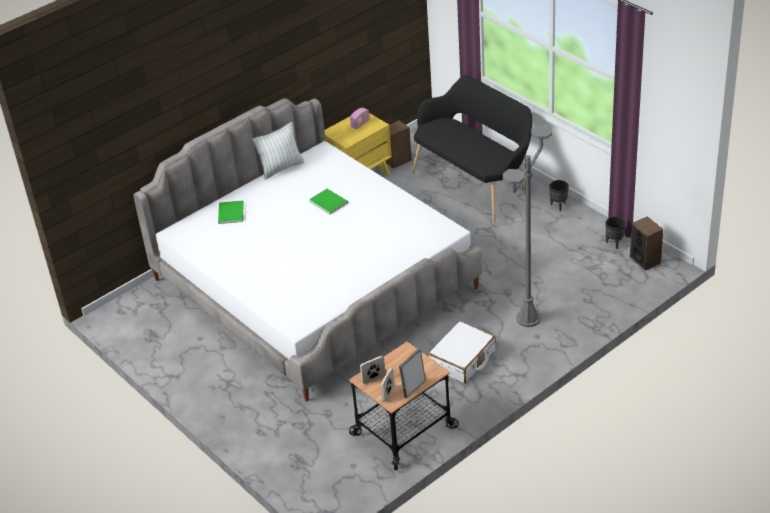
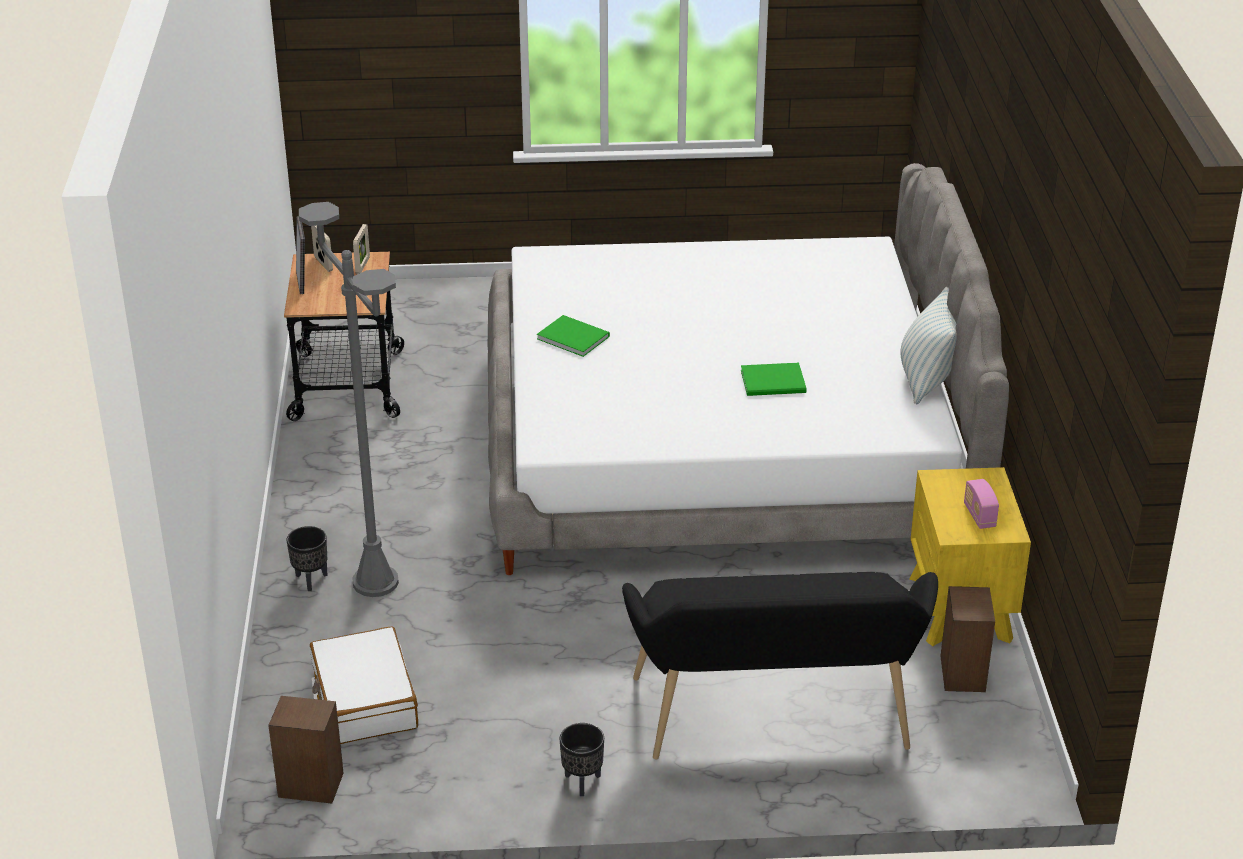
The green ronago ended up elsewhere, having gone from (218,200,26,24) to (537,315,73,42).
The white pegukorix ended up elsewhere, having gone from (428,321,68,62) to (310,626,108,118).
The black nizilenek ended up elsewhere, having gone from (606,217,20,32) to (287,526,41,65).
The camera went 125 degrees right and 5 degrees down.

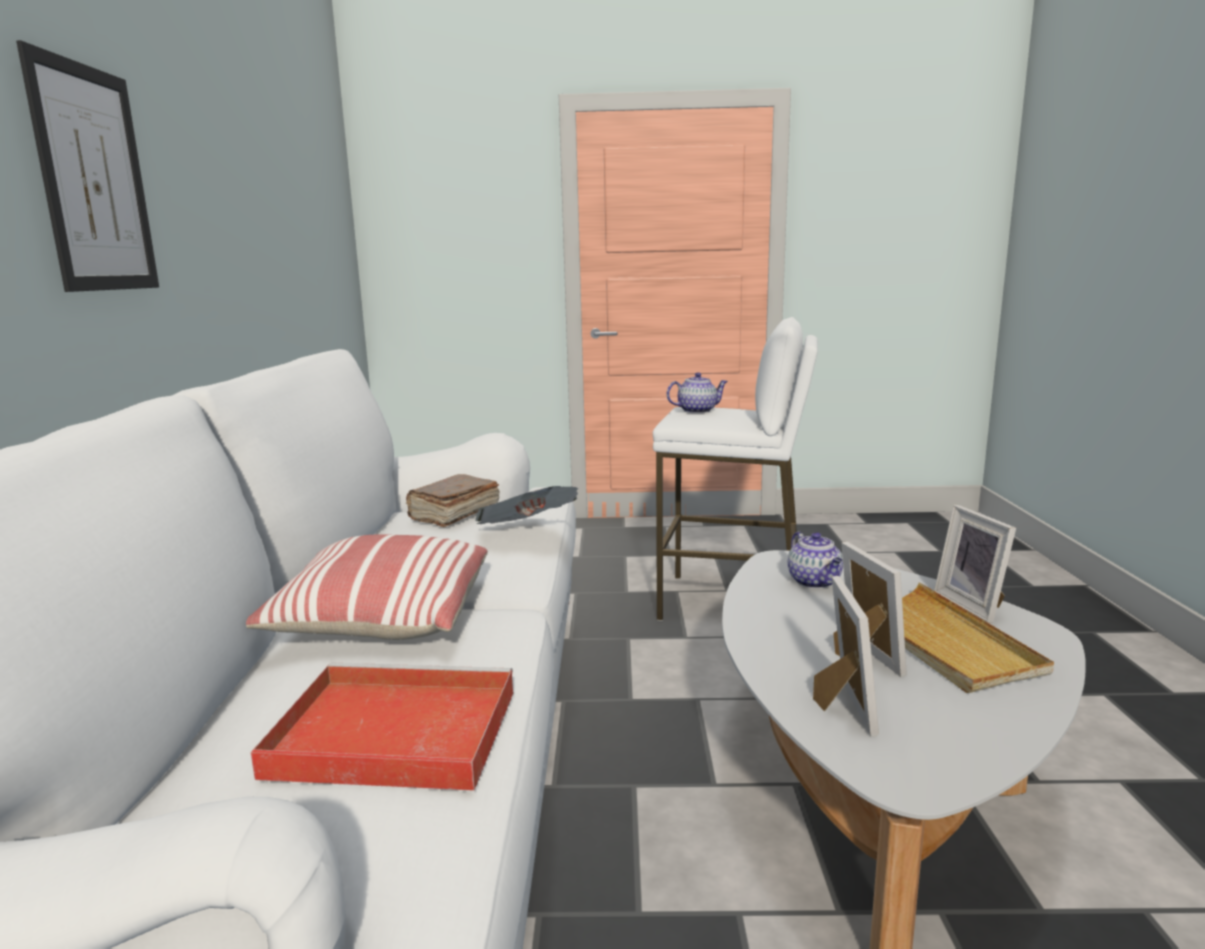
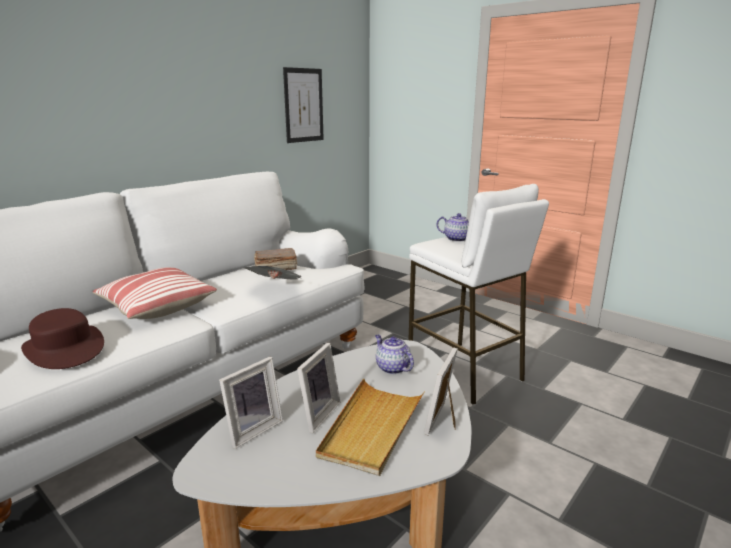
The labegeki ended up elsewhere, having gone from (16,40,143,252) to (283,67,41,76).
Where the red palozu stood at (250,663,264,128), the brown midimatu came to stand at (21,308,83,61).
The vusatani at (788,531,55,58) ended up facing another way, 120 degrees clockwise from before.
The camera went 40 degrees right and 5 degrees up.

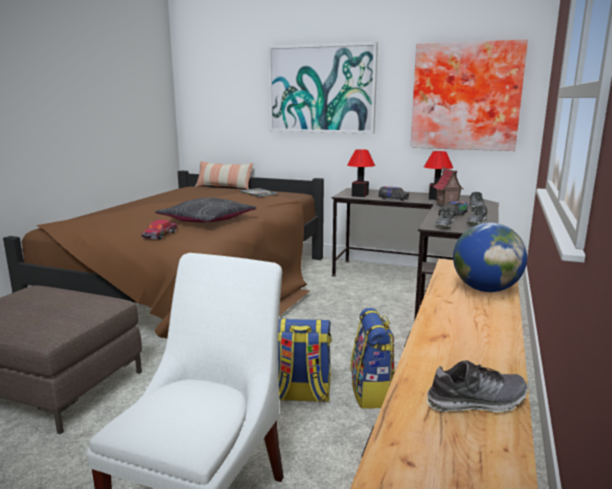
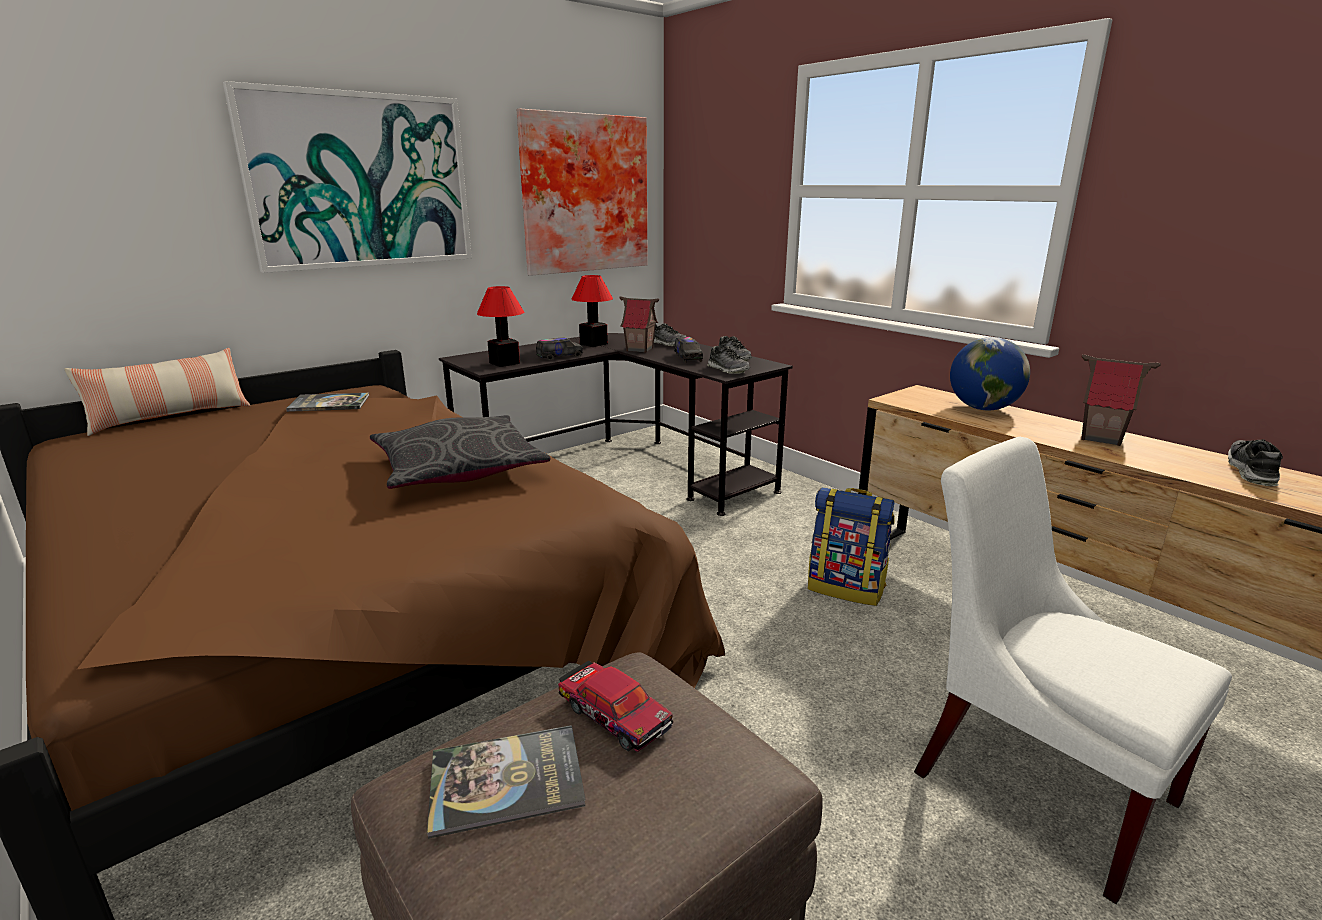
The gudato ended up elsewhere, having gone from (141,220,37,20) to (558,661,115,91).
The second view lost the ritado at (278,319,54,83).
The second view gained the ronago at (427,725,159,114).
The second view gained the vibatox at (1081,355,80,91).
The camera went 60 degrees left and 5 degrees up.

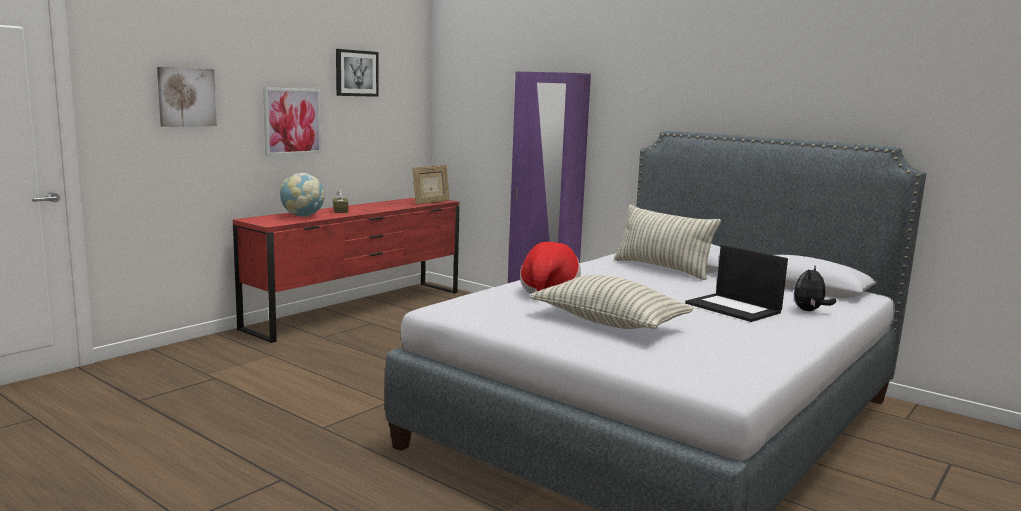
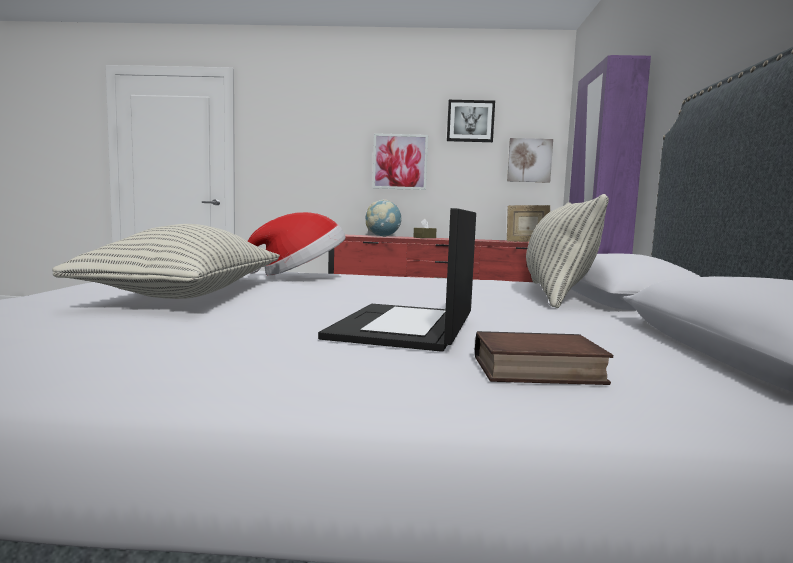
The labegeki ended up elsewhere, having gone from (157,67,60,60) to (507,138,46,45).
Where the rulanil stood at (794,266,42,45), the ronago came to stand at (475,331,138,54).
The camera went 55 degrees right and 5 degrees down.

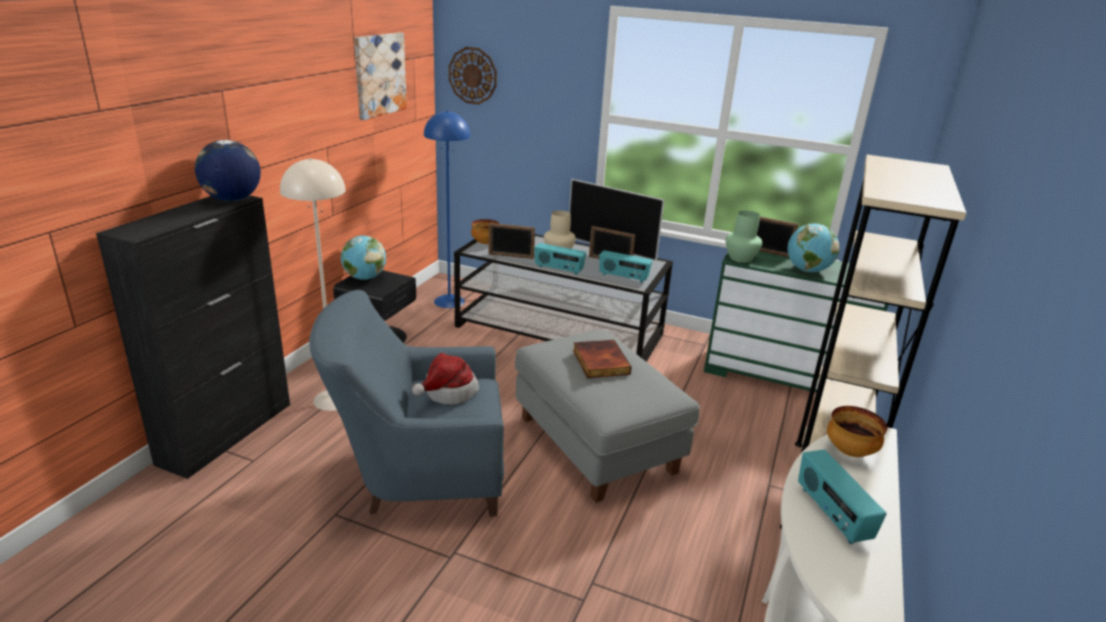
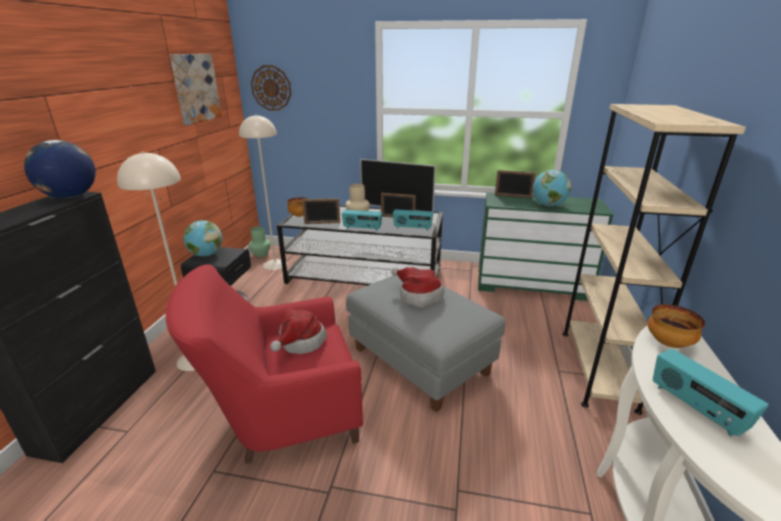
What was the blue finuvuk at (309,290,195,227) turned into the red finuvuk at (165,264,198,200).
What was the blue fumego at (424,111,46,197) turned into the beige fumego at (239,115,48,155).
Where the ronago stood at (573,340,59,38), the midimatu came to stand at (391,267,53,41).
The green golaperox ended up elsewhere, having gone from (726,211,36,52) to (249,226,21,31).
The camera went 10 degrees left and 0 degrees up.

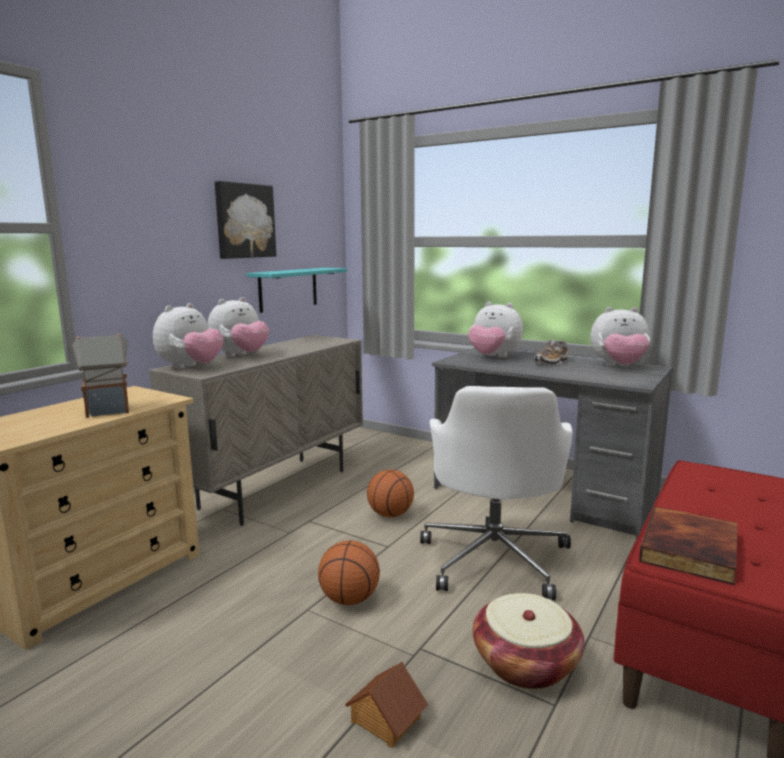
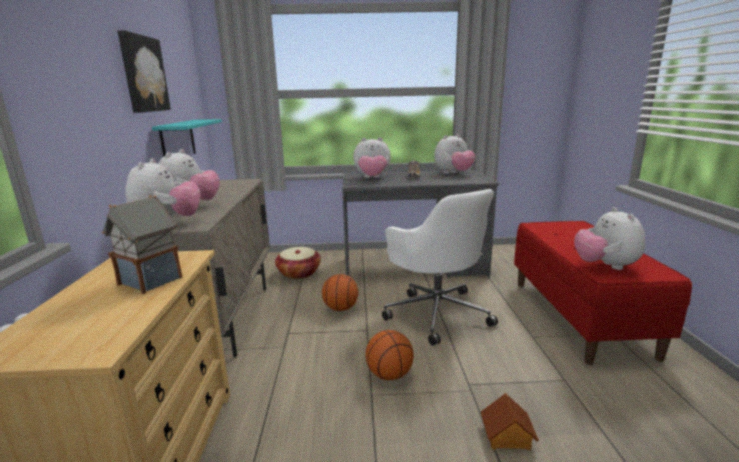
The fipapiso ended up elsewhere, having gone from (473,593,112,96) to (275,247,46,32).
Where the ronago stood at (639,506,98,79), the rulanil came to stand at (574,207,71,63).
The camera went 35 degrees left and 5 degrees up.

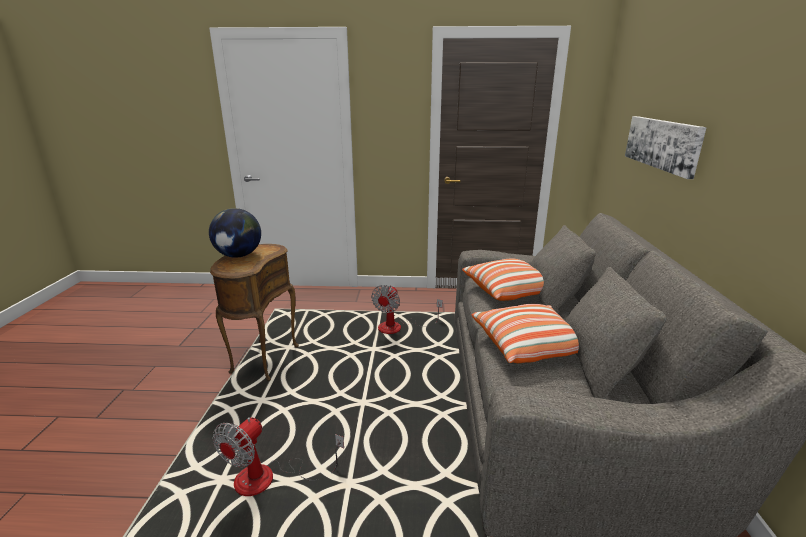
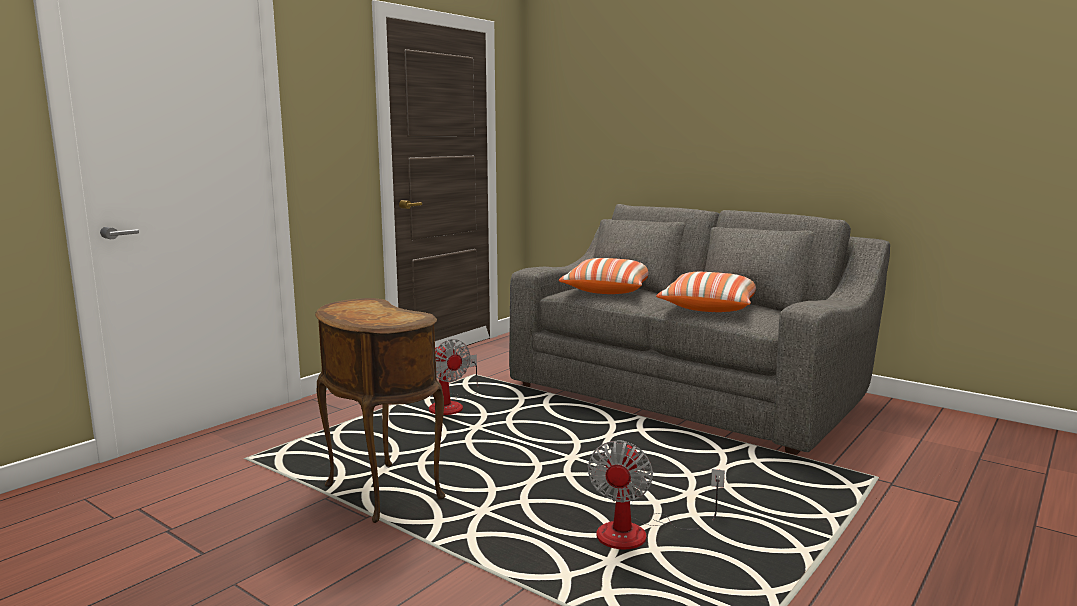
The second view lost the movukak at (209,208,52,50).
The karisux at (213,417,131,79) ended up facing another way, 45 degrees clockwise from before.
The second view lost the labegeki at (625,116,82,63).
The camera went 55 degrees left and 10 degrees down.

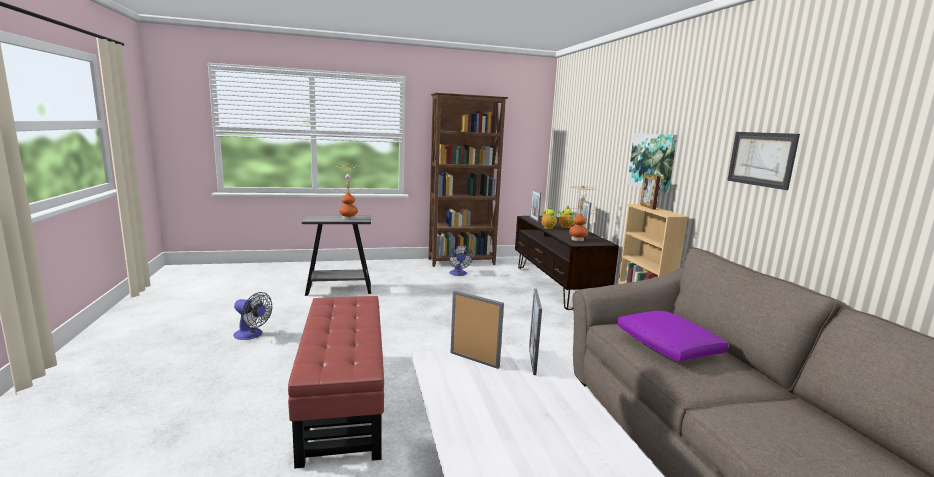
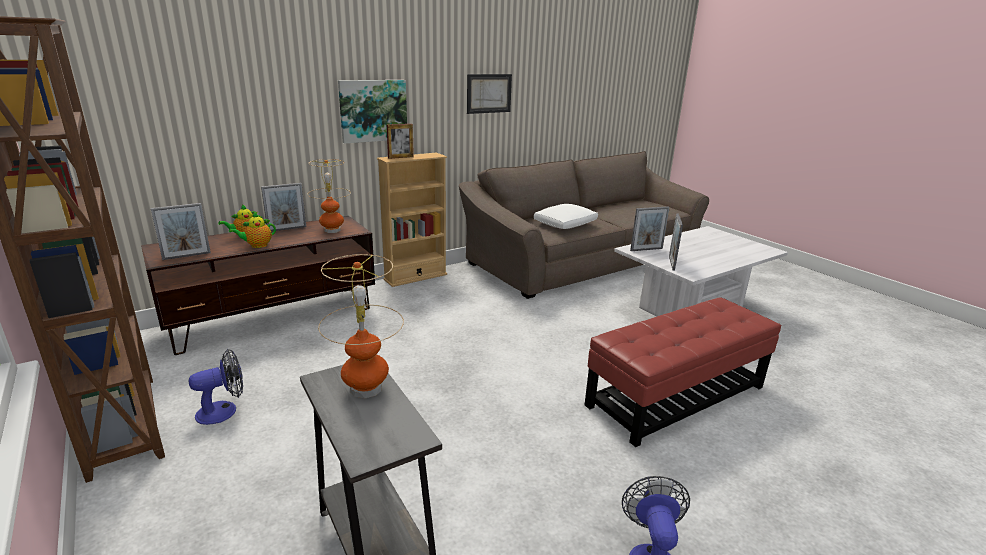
What was the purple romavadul at (617,311,111,51) turned into the white romavadul at (534,204,64,25).
The camera went 110 degrees left and 10 degrees up.

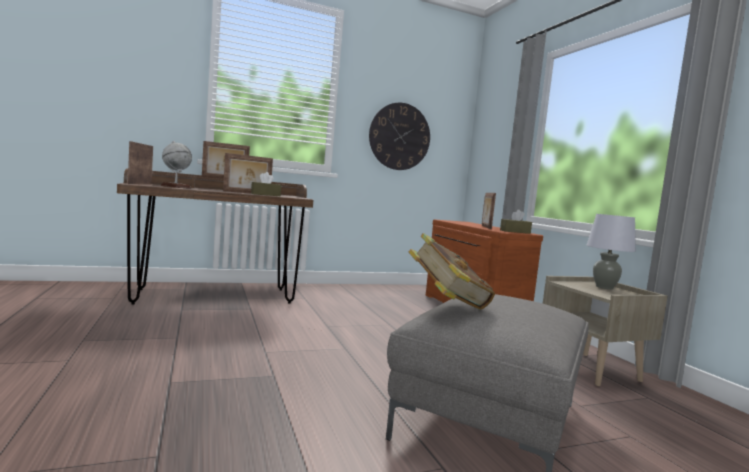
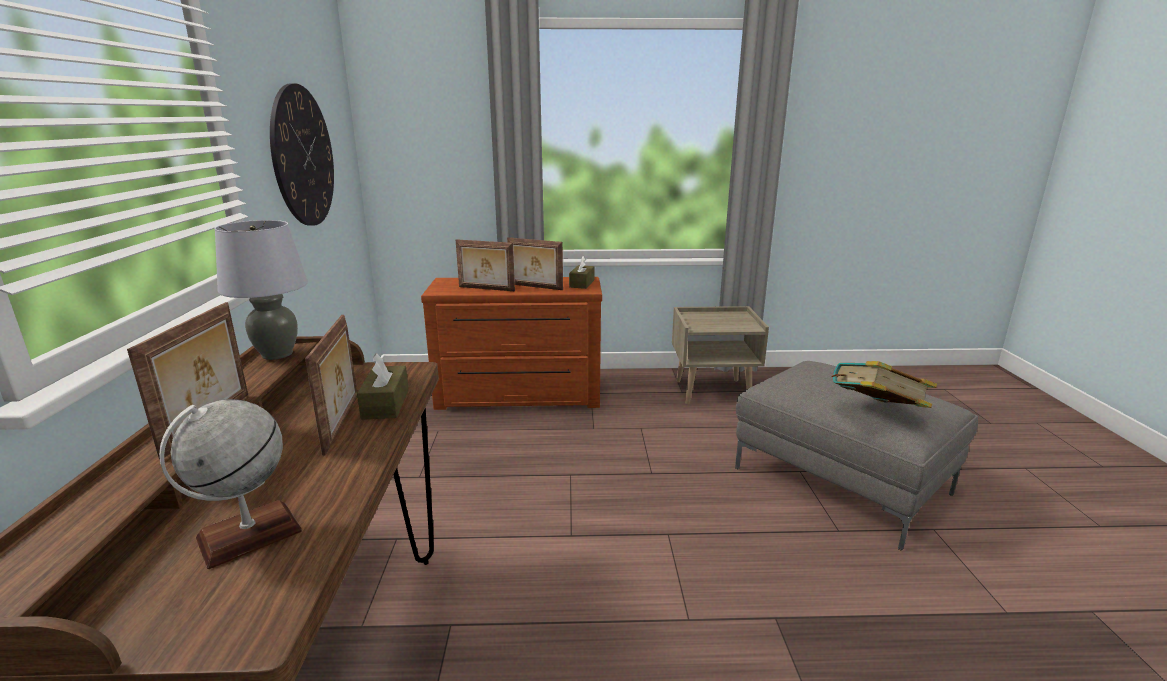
The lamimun ended up elsewhere, having gone from (128,141,25,44) to (456,239,59,52).
The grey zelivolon ended up elsewhere, having gone from (587,214,49,75) to (214,220,94,140).
The camera went 70 degrees left and 15 degrees up.

